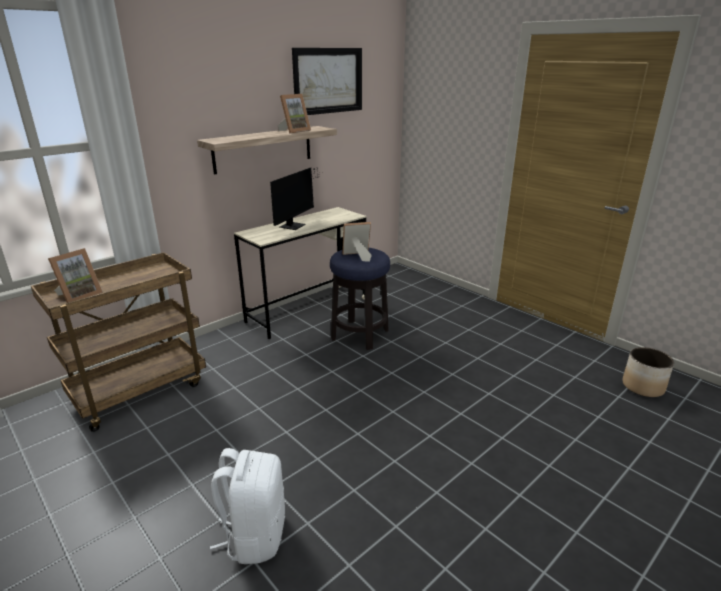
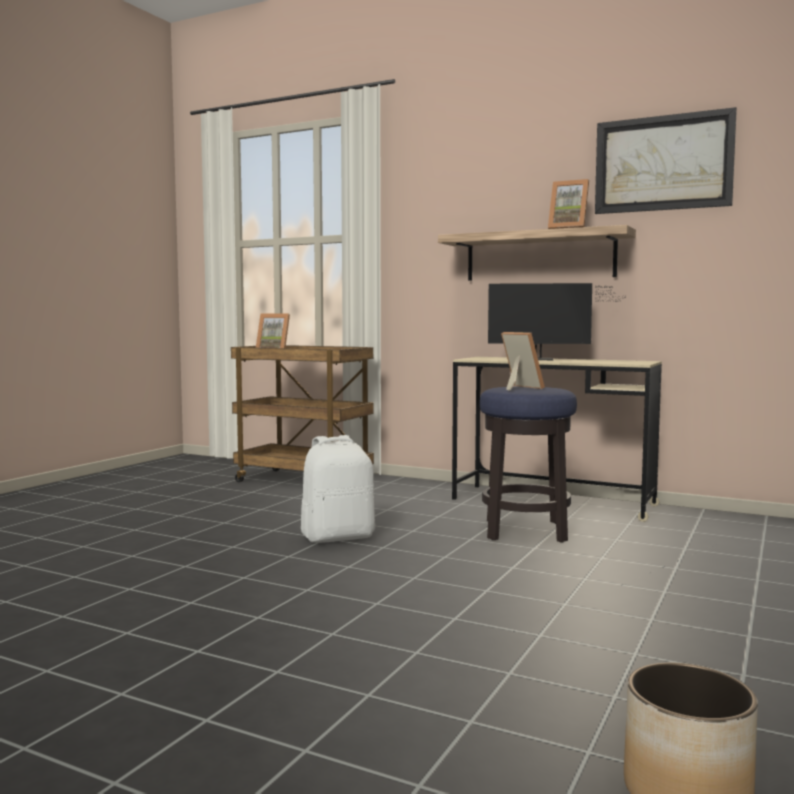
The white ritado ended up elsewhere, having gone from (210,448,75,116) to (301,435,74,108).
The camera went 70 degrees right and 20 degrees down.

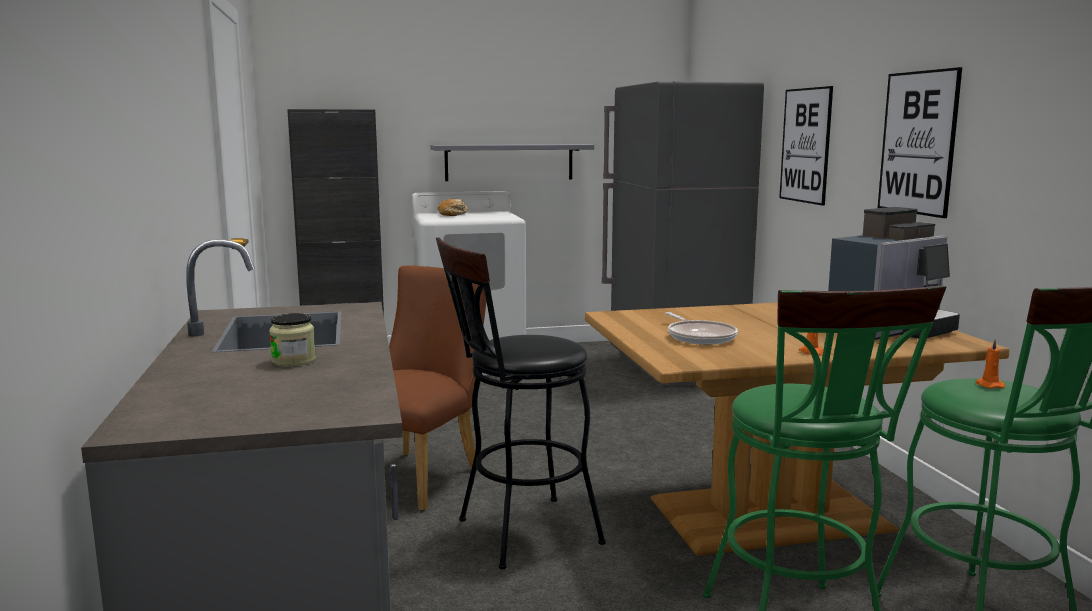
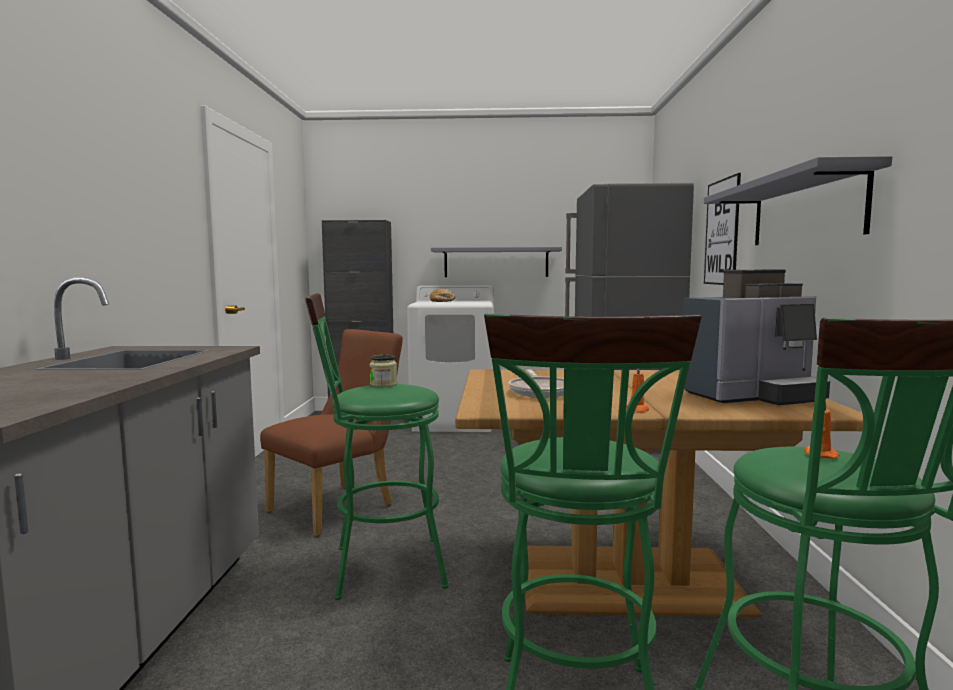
The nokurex ended up elsewhere, having gone from (269,313,47,54) to (370,355,27,32).
What was the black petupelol at (436,237,170,332) turned into the green petupelol at (305,293,144,307).
Where the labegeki hung at (878,67,84,151), the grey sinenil came to hang at (704,156,188,89).
The camera went 15 degrees right and 5 degrees down.

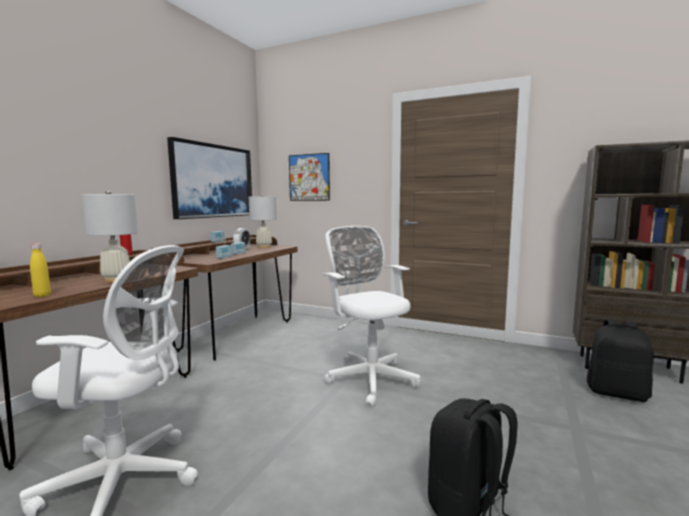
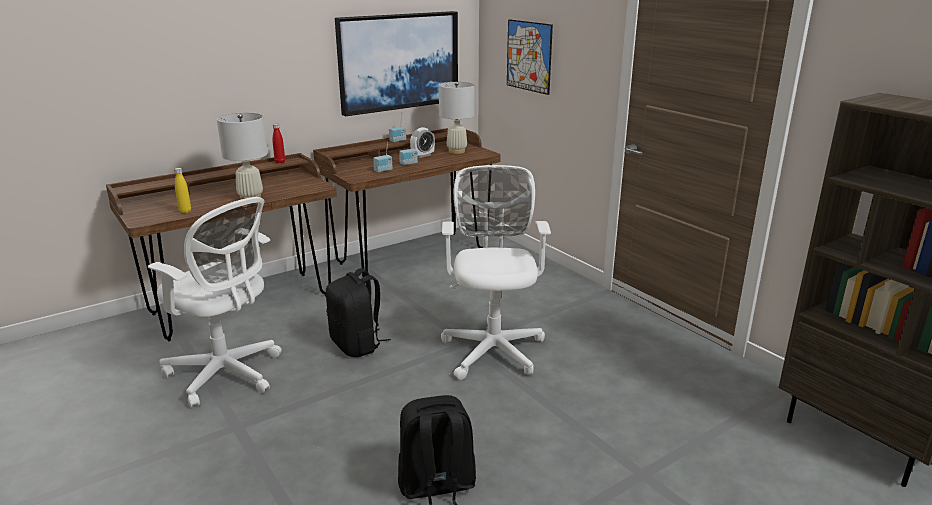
The black ritado ended up elsewhere, having gone from (587,319,67,83) to (326,268,65,89).
The camera went 30 degrees right and 15 degrees up.

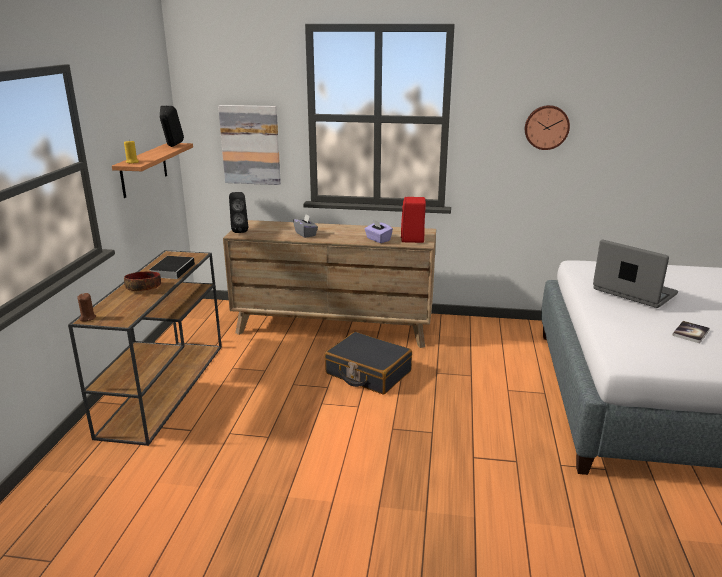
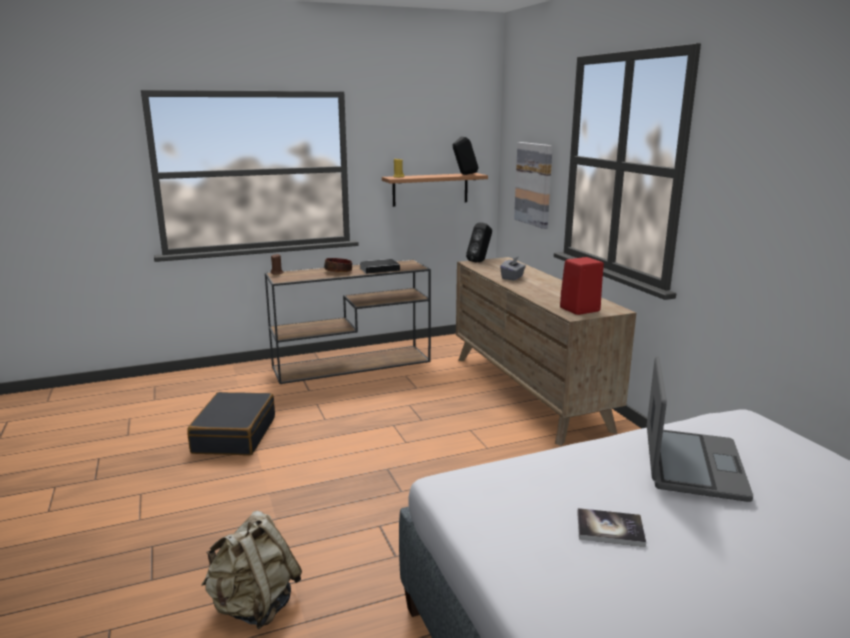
The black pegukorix ended up elsewhere, having gone from (324,332,88,63) to (187,392,88,63).
The second view lost the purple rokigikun at (365,220,28,23).
The second view lost the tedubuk at (525,105,45,45).
The second view gained the beige ritado at (201,511,101,118).
The camera went 60 degrees right and 5 degrees down.

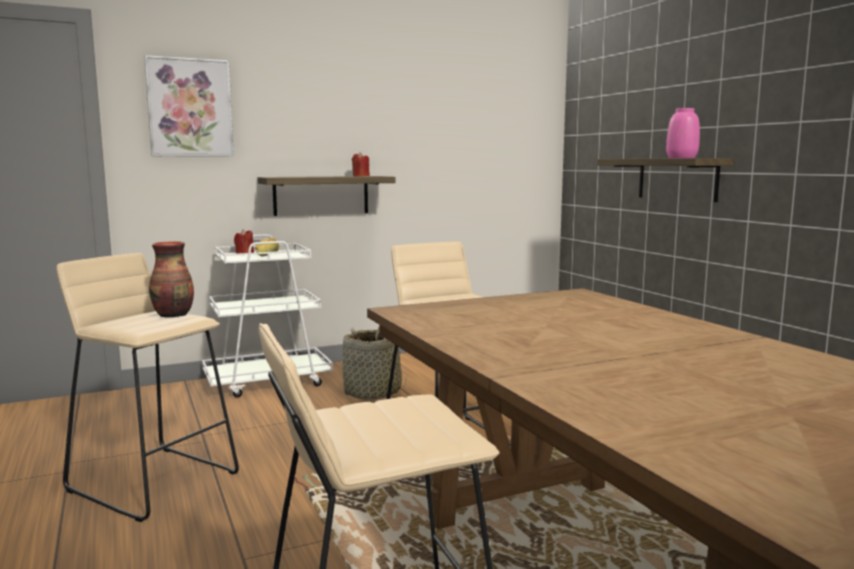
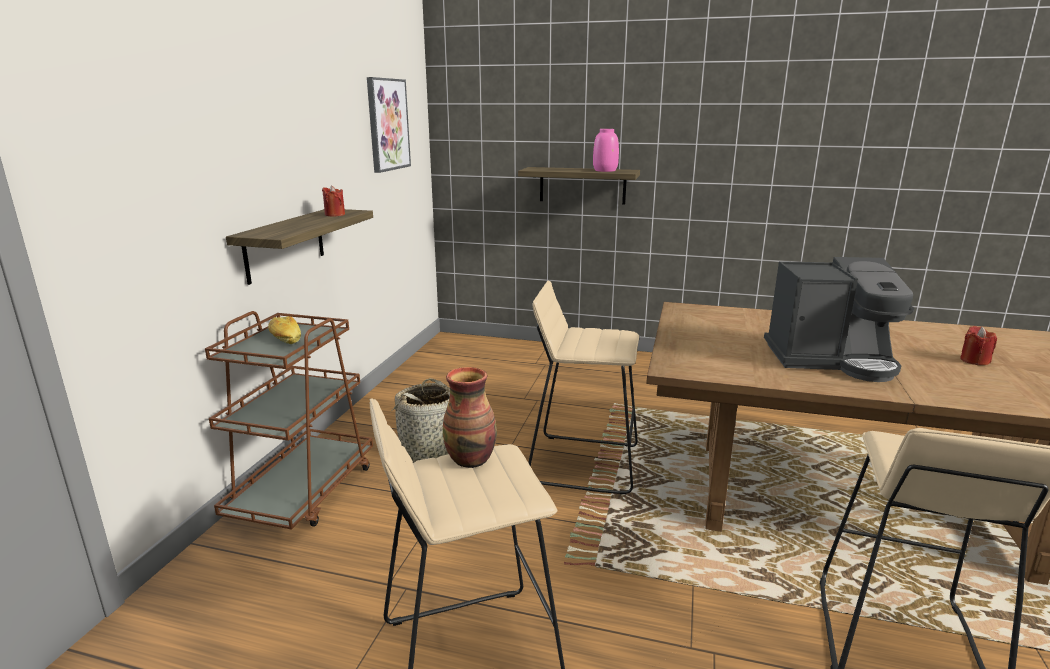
The labegeki ended up elsewhere, having gone from (144,55,90,102) to (367,77,44,96).
What was the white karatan at (202,234,131,164) turned into the brown karatan at (205,311,168,219).
The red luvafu ended up elsewhere, having gone from (234,229,20,25) to (960,326,37,39).
The second view gained the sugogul at (764,257,150,125).
The camera went 50 degrees left and 10 degrees up.

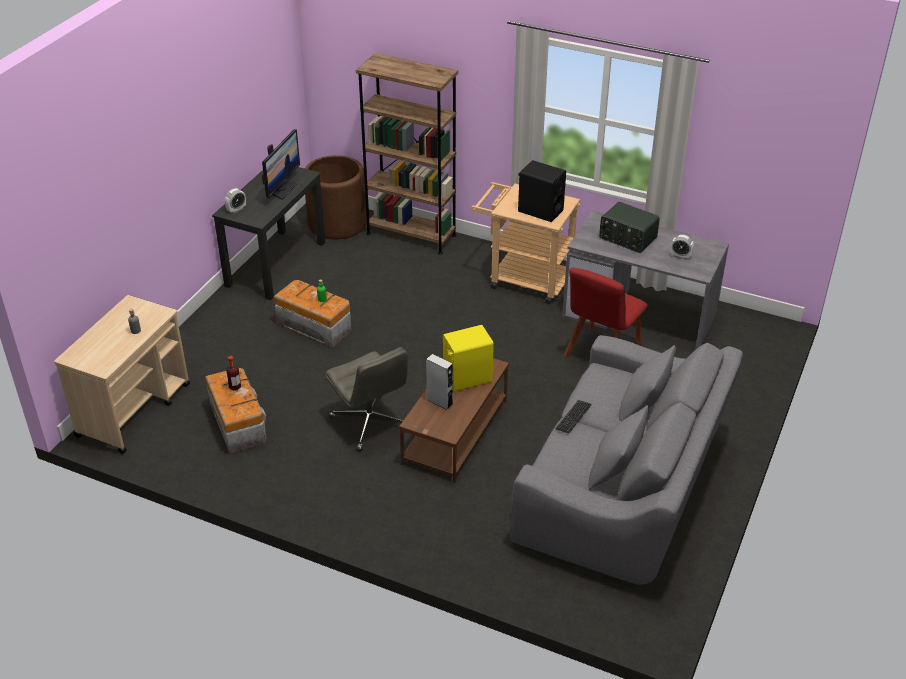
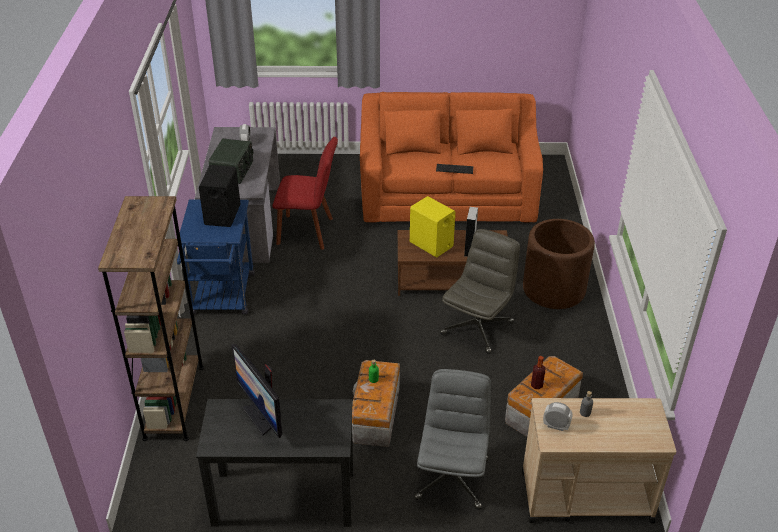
The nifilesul ended up elsewhere, having gone from (225,188,21,25) to (543,402,30,29).
The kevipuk at (262,129,38,71) ended up facing another way, 120 degrees counterclockwise from before.
The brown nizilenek ended up elsewhere, having gone from (305,155,62,85) to (523,219,72,90).
What was the beige karatan at (471,182,109,122) turned into the blue karatan at (177,200,78,114).
What was the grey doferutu at (509,335,234,250) turned into the orange doferutu at (360,92,183,131).
The second view gained the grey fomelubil at (414,369,77,141).
The camera went 115 degrees left and 0 degrees up.

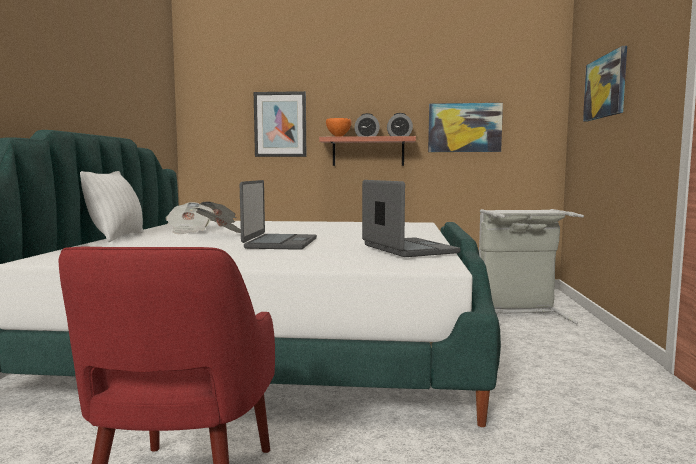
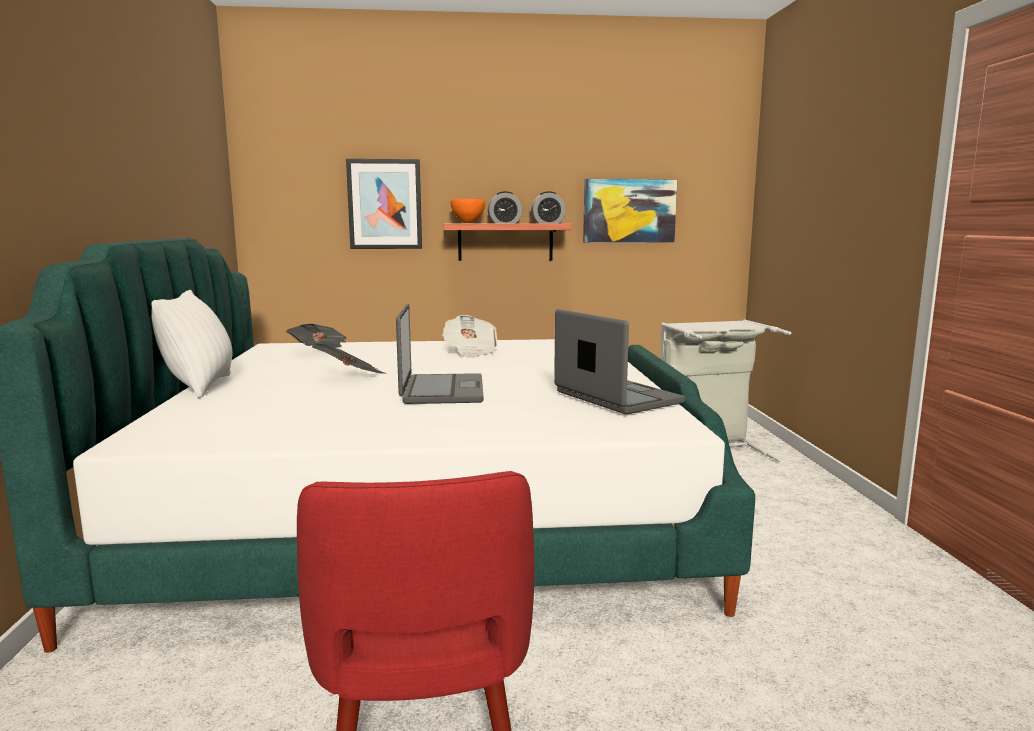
The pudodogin ended up elsewhere, having gone from (166,202,48,32) to (442,315,56,43).
The second view lost the labegeki at (583,46,44,76).
The camera went 10 degrees left and 5 degrees up.

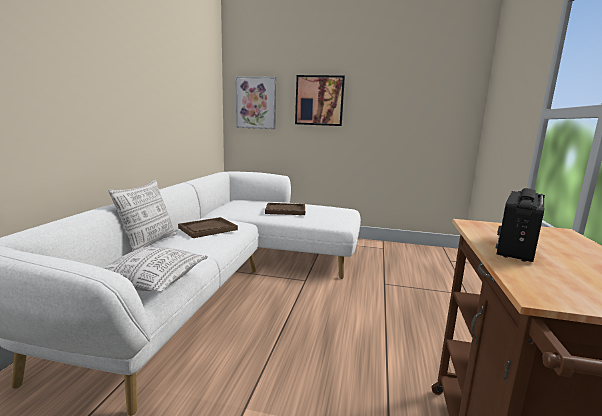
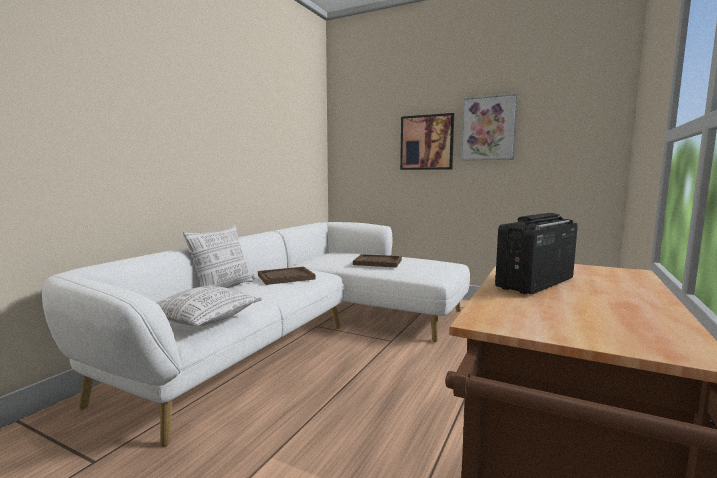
The labegeki ended up elsewhere, having gone from (236,76,40,53) to (461,94,57,66).
The camera went 15 degrees right and 5 degrees down.

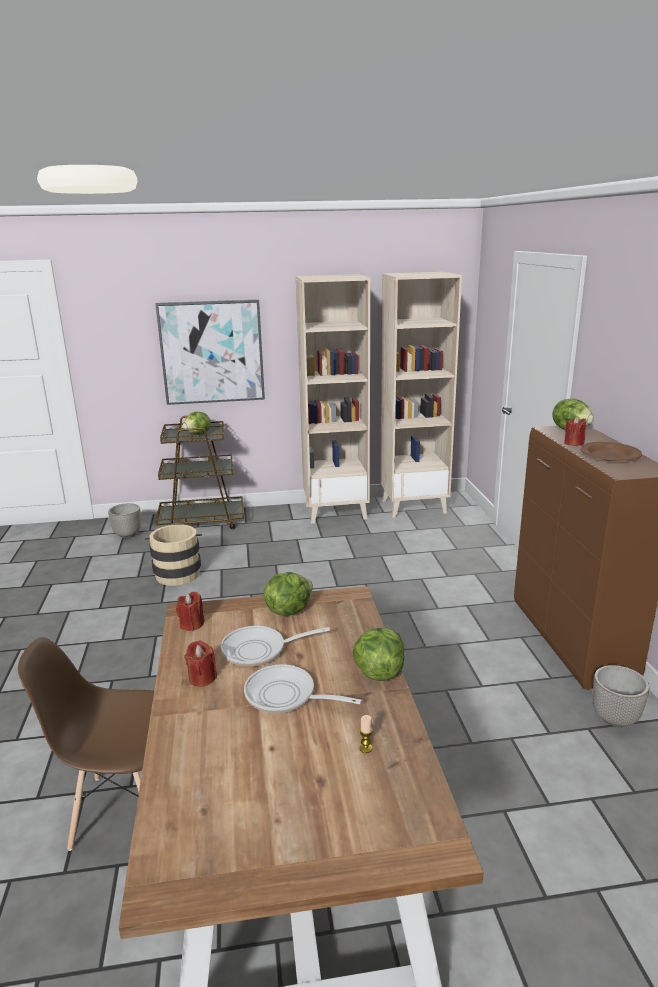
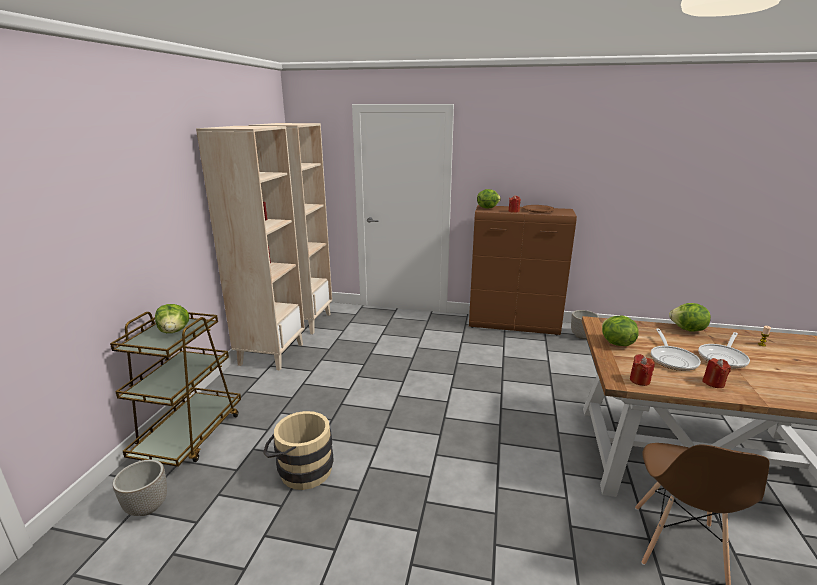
The second view lost the labegeki at (155,299,110,106).
The camera went 70 degrees left and 0 degrees up.

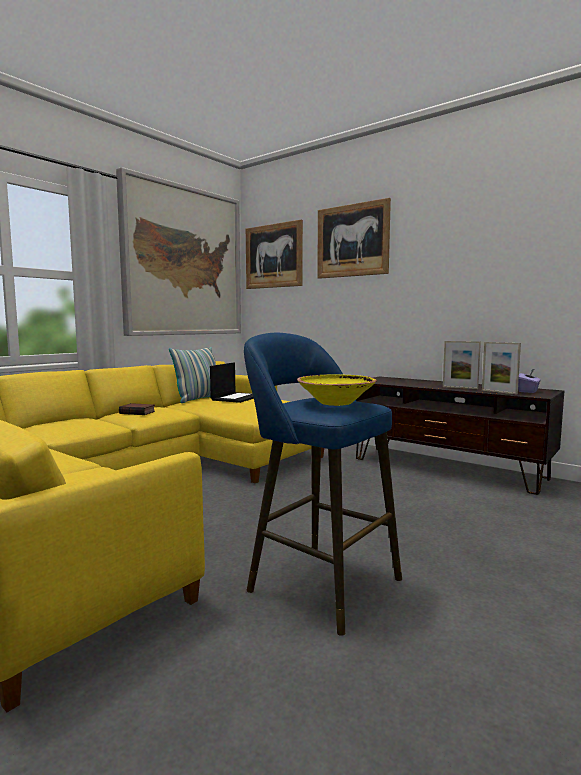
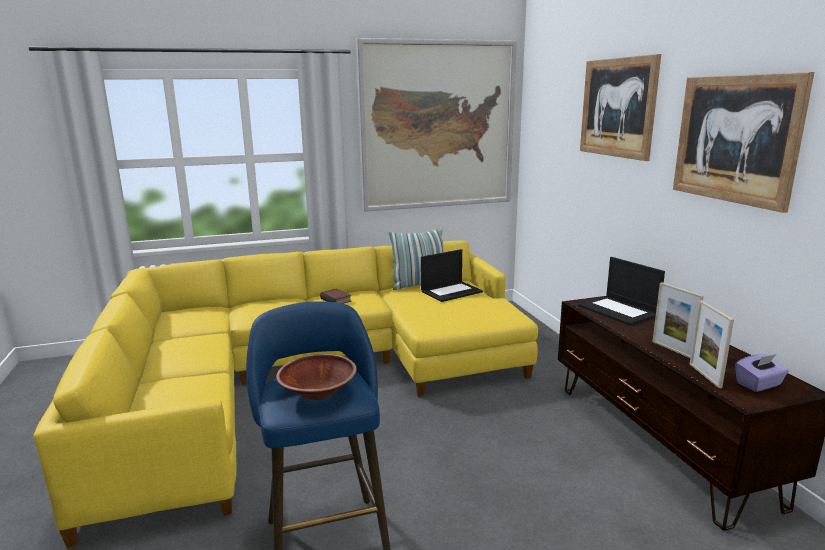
The labegeki ended up elsewhere, having gone from (246,220,57,69) to (673,72,141,141).
What was the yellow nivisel at (297,374,80,32) turned into the brown nivisel at (276,354,81,46).
The second view gained the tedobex at (578,257,87,69).
The camera went 35 degrees right and 10 degrees up.

